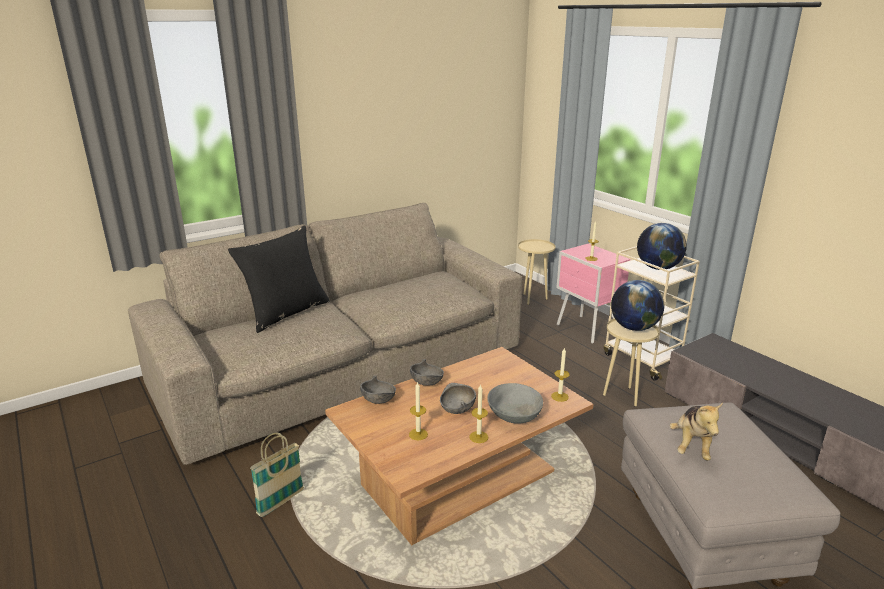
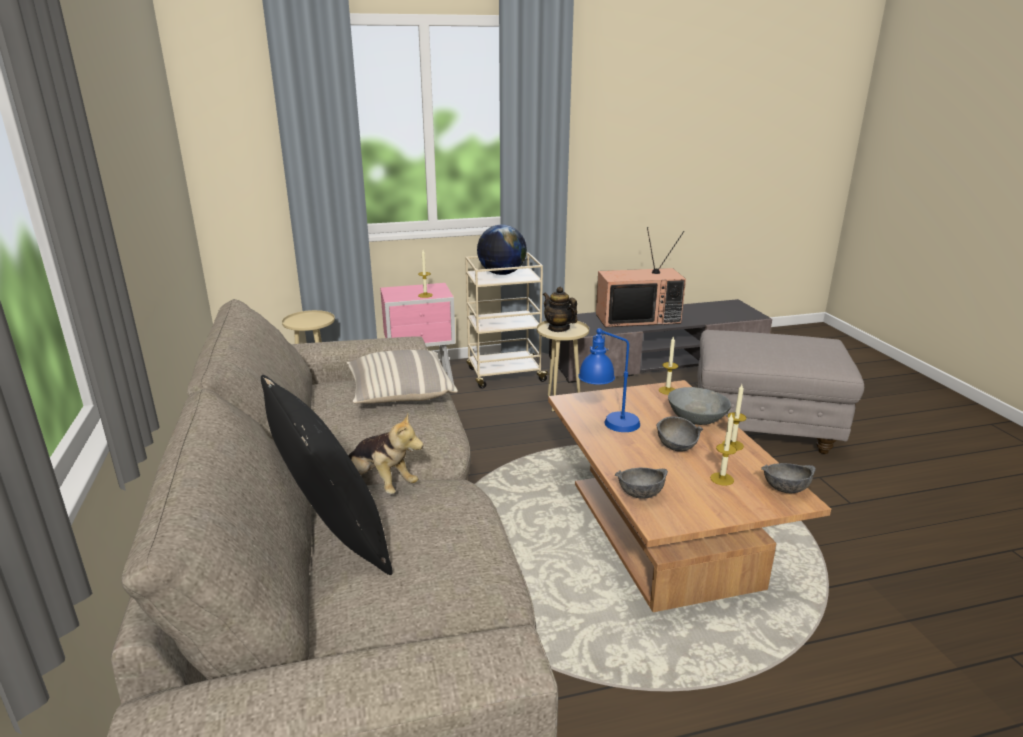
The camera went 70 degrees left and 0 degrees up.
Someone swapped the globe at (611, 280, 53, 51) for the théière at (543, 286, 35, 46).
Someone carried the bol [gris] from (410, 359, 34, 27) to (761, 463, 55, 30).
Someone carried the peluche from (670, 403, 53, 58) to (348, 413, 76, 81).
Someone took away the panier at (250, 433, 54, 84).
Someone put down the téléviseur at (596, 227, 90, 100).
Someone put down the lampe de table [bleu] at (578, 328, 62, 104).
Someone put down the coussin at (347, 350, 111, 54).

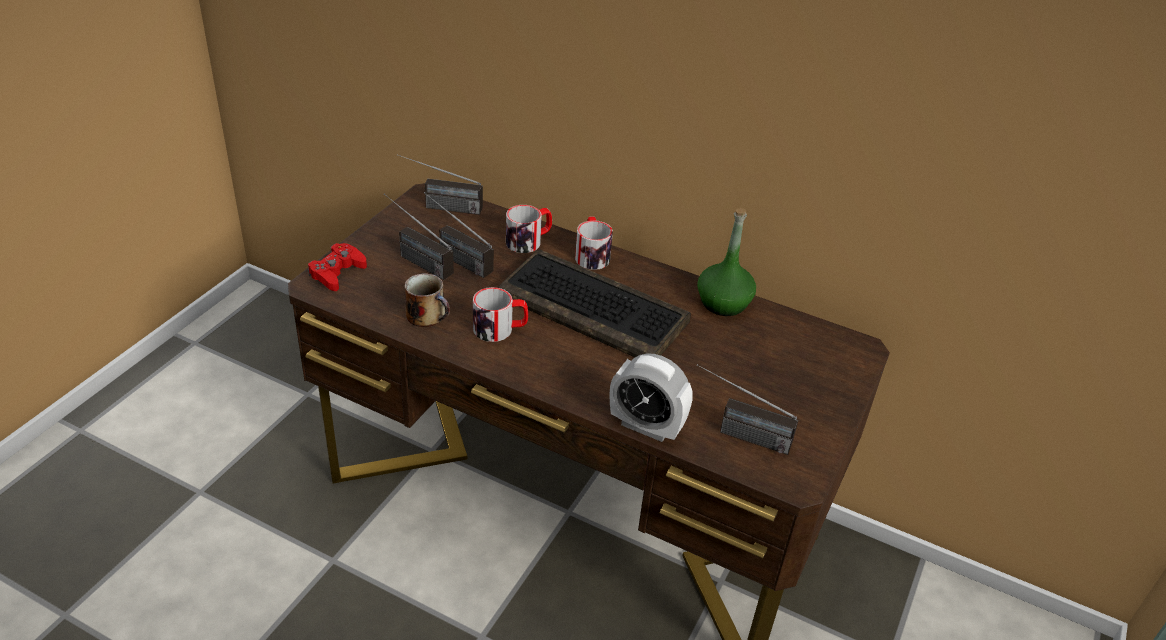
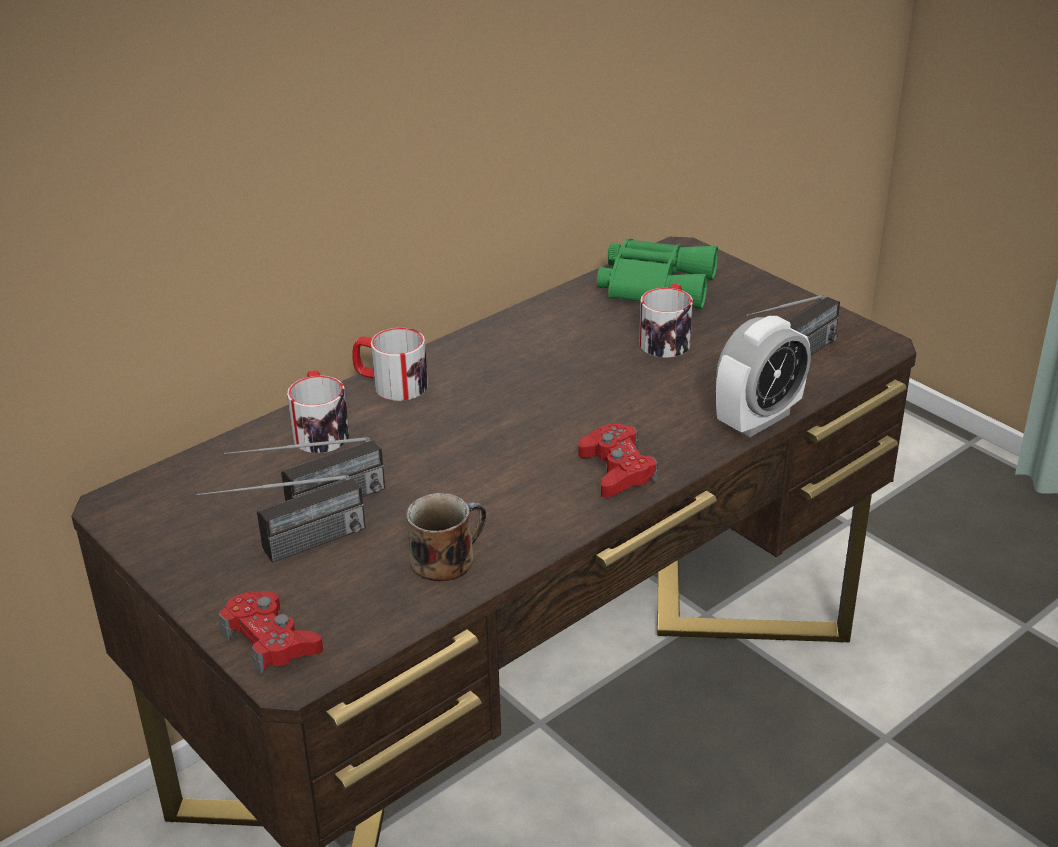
The camera went 65 degrees left and 5 degrees down.
Someone took away the radio at (397, 154, 86, 61).
Someone took away the bouteille [vert] at (697, 208, 59, 108).
Someone took away the clavier at (498, 249, 193, 108).
Someone carried the mug from (473, 287, 55, 55) to (639, 284, 54, 74).
Someone put down the jumelles [vert] at (597, 239, 121, 70).
Someone put down the manette [rouge] at (578, 423, 80, 74).

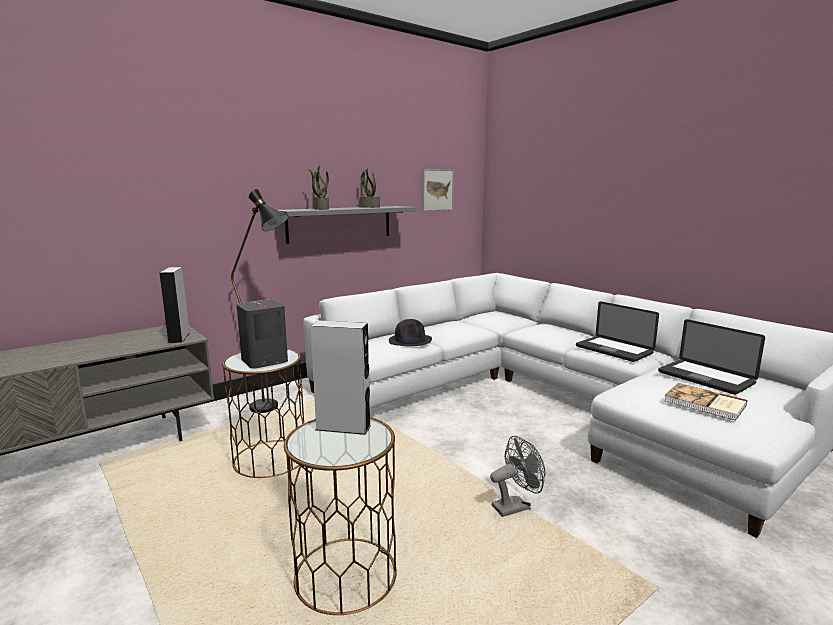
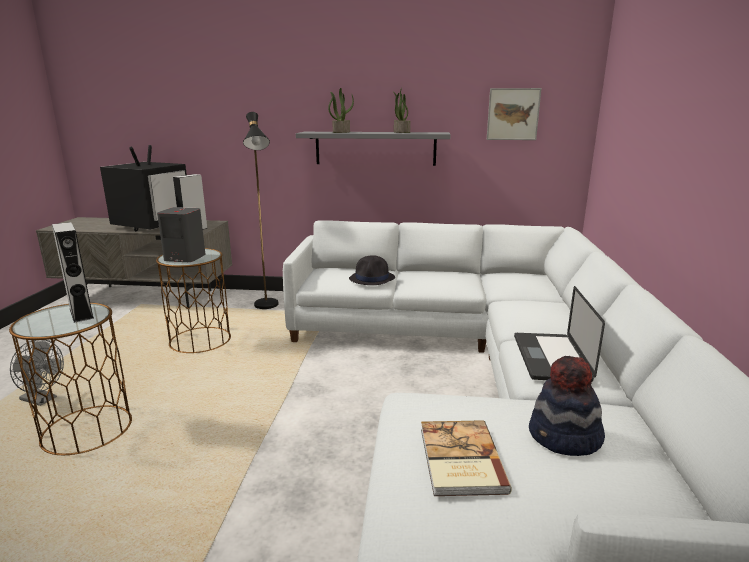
The camera went 45 degrees right and 5 degrees up.
Someone swapped the ordinateur portable at (658, 319, 107, 76) for the chapeau at (529, 356, 76, 100).
Someone carried the ventilateur [gris] from (490, 436, 55, 81) to (10, 340, 54, 66).
Someone put down the téléviseur at (100, 145, 87, 86).

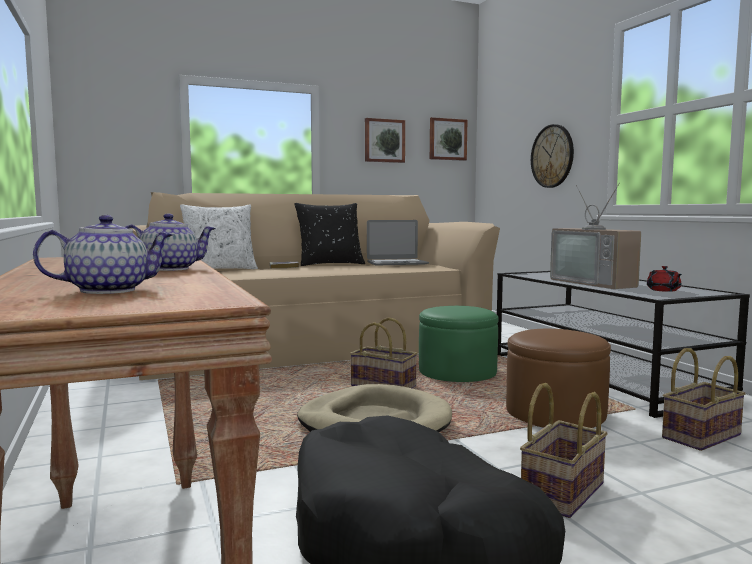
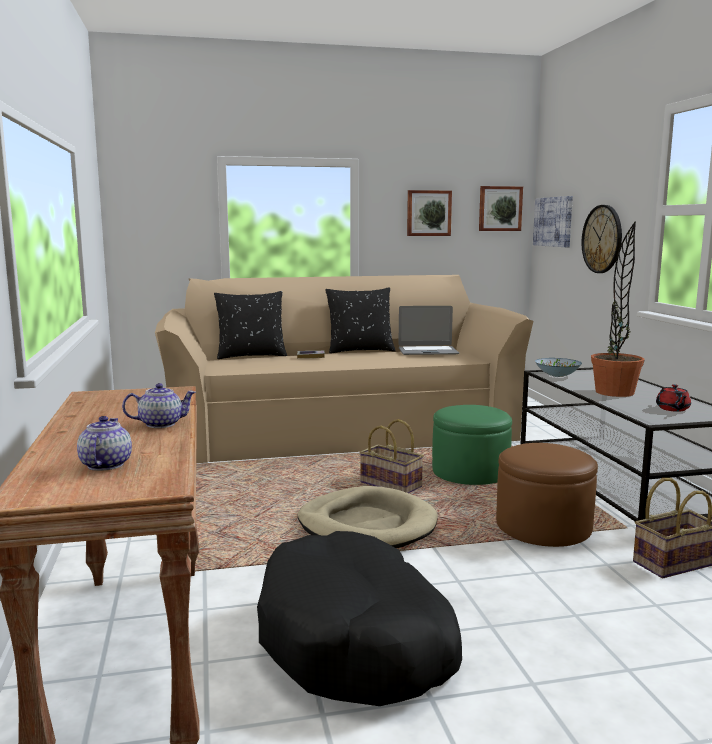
The camera went 10 degrees right and 5 degrees up.
Someone swapped the téléviseur at (550, 183, 91, 106) for the plante en pot at (591, 221, 54, 176).
Someone repainted the coussin [blanc] at (180, 204, 78, 65), which became the coussin [noir] at (214, 291, 73, 68).
Someone rotated the théière at (33, 215, 140, 79) by 75 degrees counterclockwise.
Someone took away the panier at (520, 383, 88, 135).
Someone put up the tableau at (533, 196, 40, 51).
Someone put down the bol at (535, 358, 47, 19).

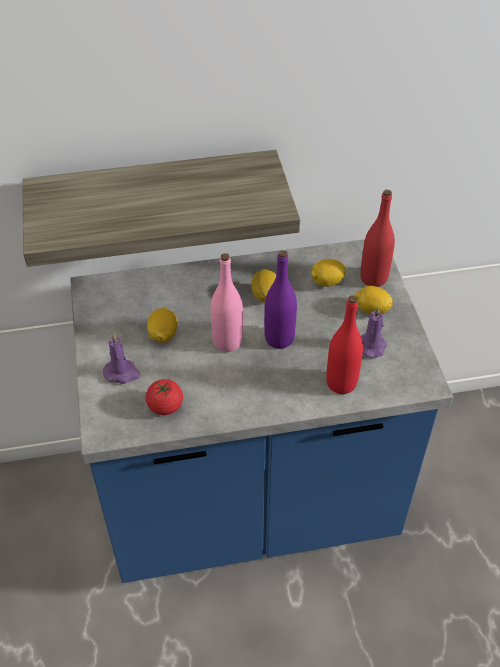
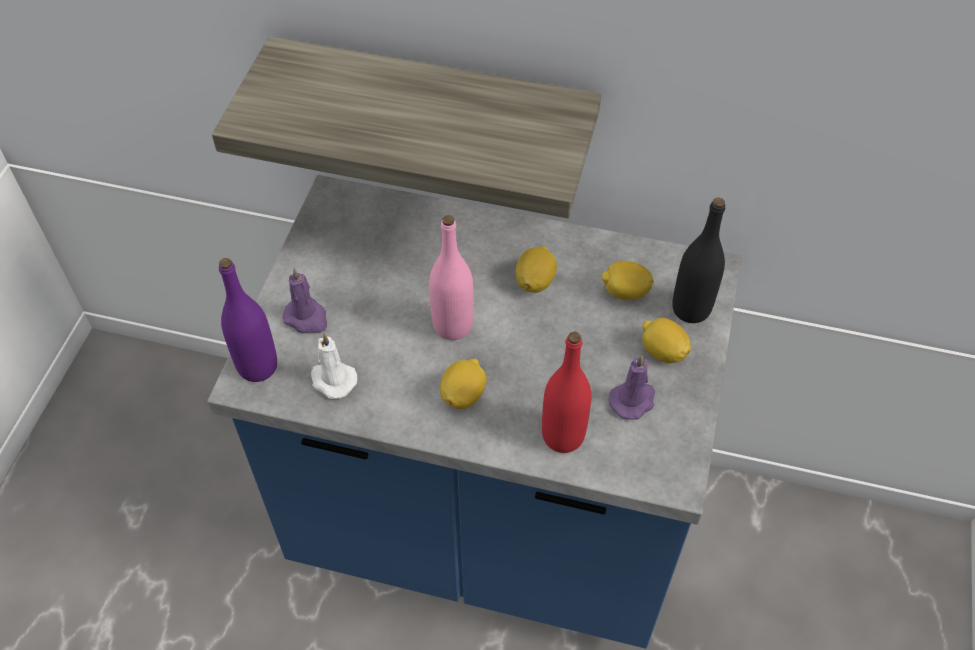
The camera went 25 degrees right and 5 degrees up.
Someone repainted the bouteille [rouge] at (361, 190, 34, 97), which became the bouteille [noir] at (672, 197, 53, 126).
Someone carried the bouteille [violet] from (264, 250, 33, 99) to (219, 258, 58, 124).
Someone carried the citron from (147, 307, 30, 36) to (440, 358, 47, 51).
Someone swapped the tomate at (146, 379, 37, 36) for the bougie [blanc] at (311, 333, 46, 66).

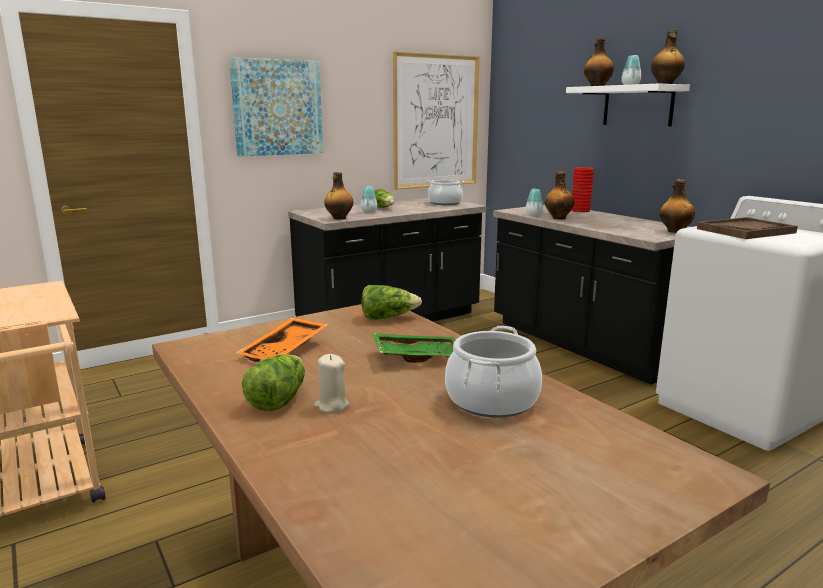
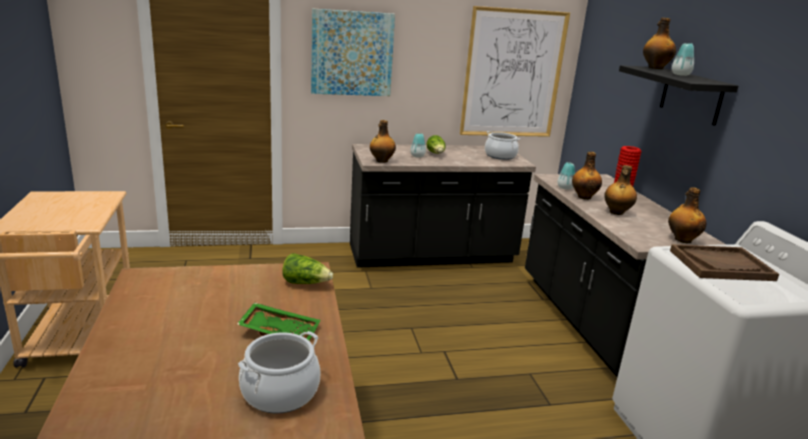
The camera went 20 degrees right and 5 degrees up.
Someone carried the bouteille from (651, 30, 34, 54) to (604, 165, 33, 50).
Someone repainted the étagère [blanc] at (566, 84, 124, 42), which became the étagère [noir] at (619, 65, 119, 61).
Someone took away the plateau [orange] at (236, 318, 93, 44).
Someone took away the laitue at (242, 354, 63, 57).
Someone took away the bougie [beige] at (314, 354, 36, 59).

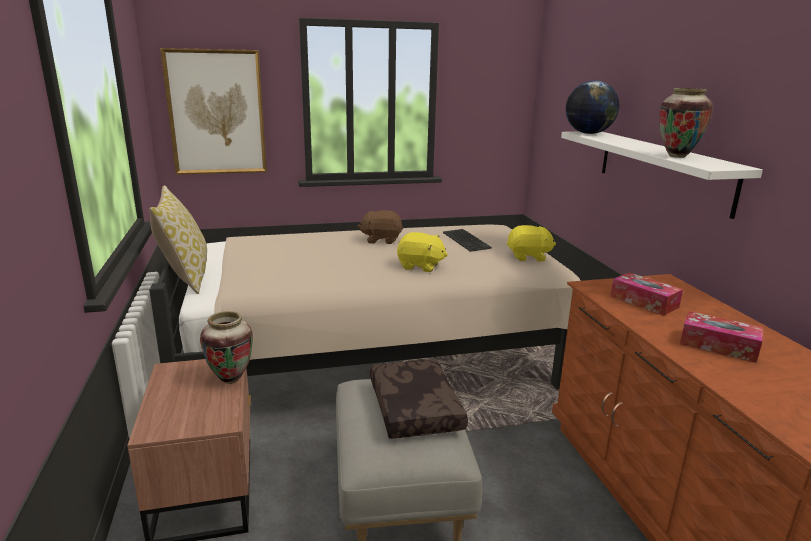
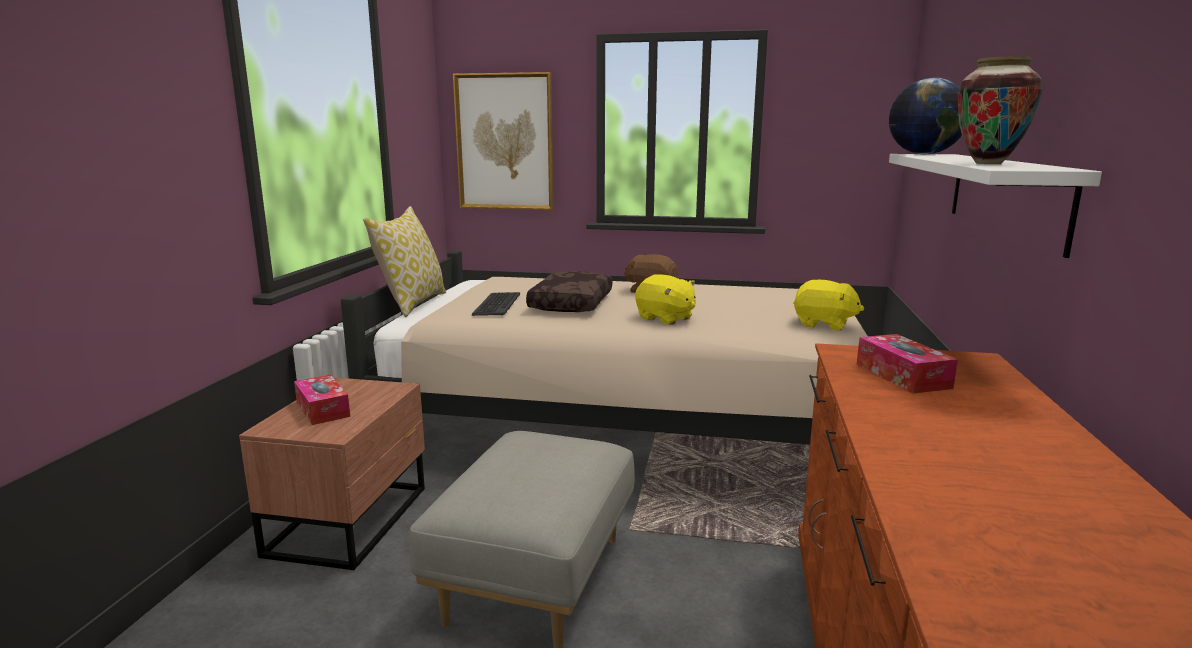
The camera went 25 degrees right and 5 degrees down.
Someone carried the clavier from (443, 229, 49, 23) to (472, 292, 48, 24).
Someone took away the vase at (200, 311, 53, 73).
Someone carried the boîte à mouchoirs from (680, 311, 83, 52) to (294, 375, 56, 50).
Someone carried the coussin [marron] from (370, 359, 98, 80) to (526, 271, 86, 41).

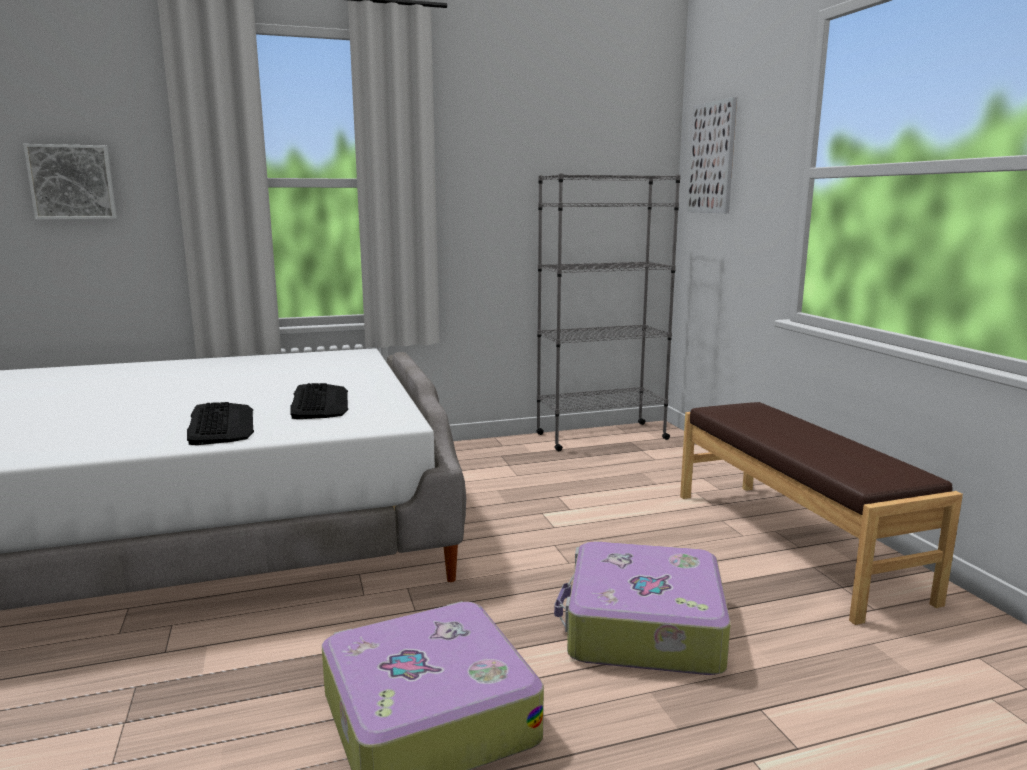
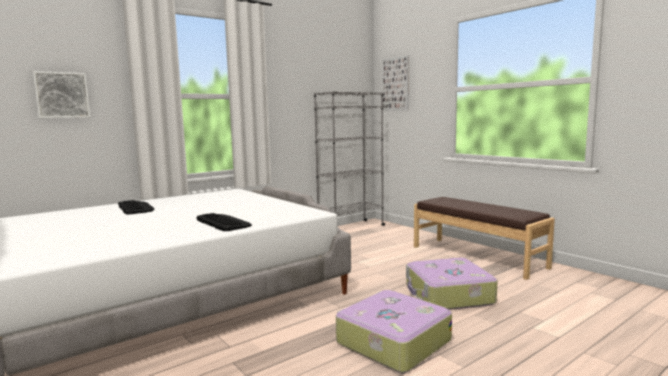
The camera went 20 degrees left and 5 degrees down.
Someone carried the clavier from (290, 383, 58, 36) to (118, 200, 37, 15).

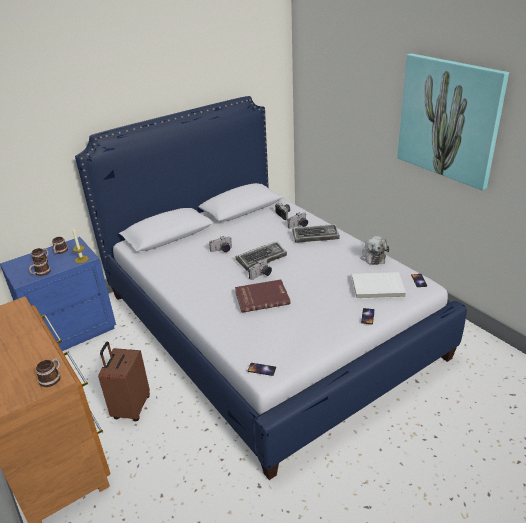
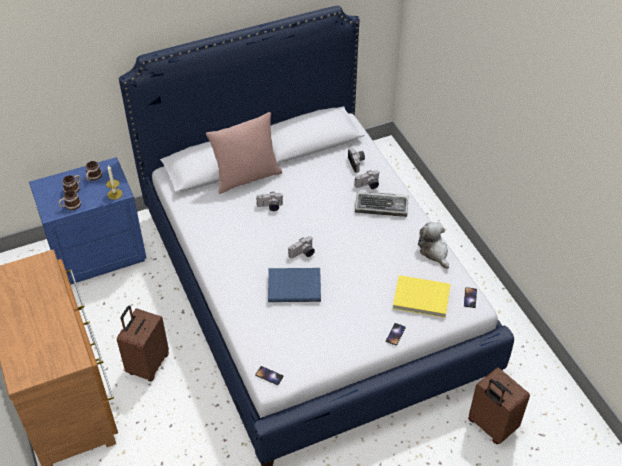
The camera went 10 degrees right and 15 degrees up.
Someone took away the tableau at (397, 53, 112, 138).
Someone rotated the peluche at (361, 236, 28, 29) by 150 degrees clockwise.
Someone took away the clavier at (236, 242, 51, 28).
Someone repainted the livre [blanc] at (352, 272, 54, 27), which became the livre [jaune] at (393, 275, 58, 43).
Someone repainted the livre [rouge] at (235, 280, 55, 33), which became the livre [bleu] at (268, 268, 53, 34).
Someone took away the mug at (36, 358, 24, 29).
Someone put down the coussin [rose] at (206, 112, 76, 82).
Someone put down the valise [marron] at (468, 367, 62, 77).

